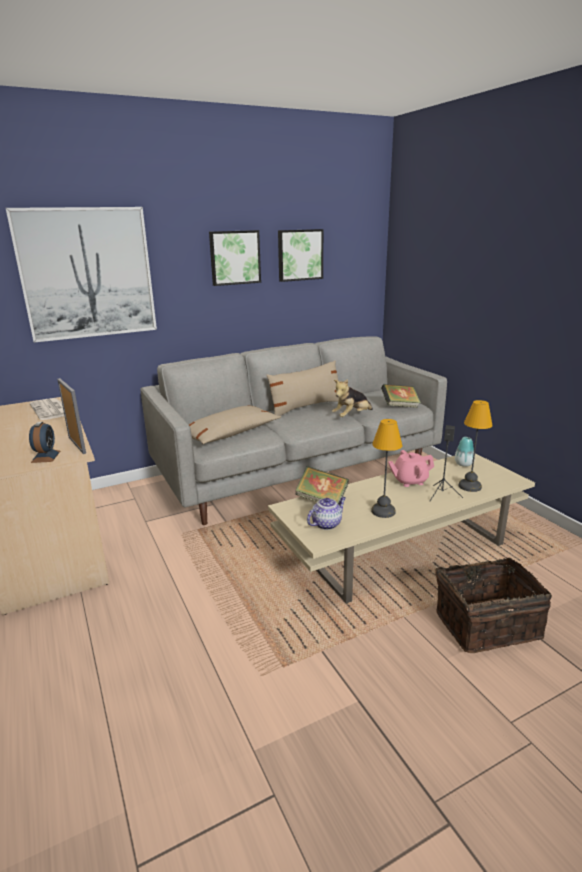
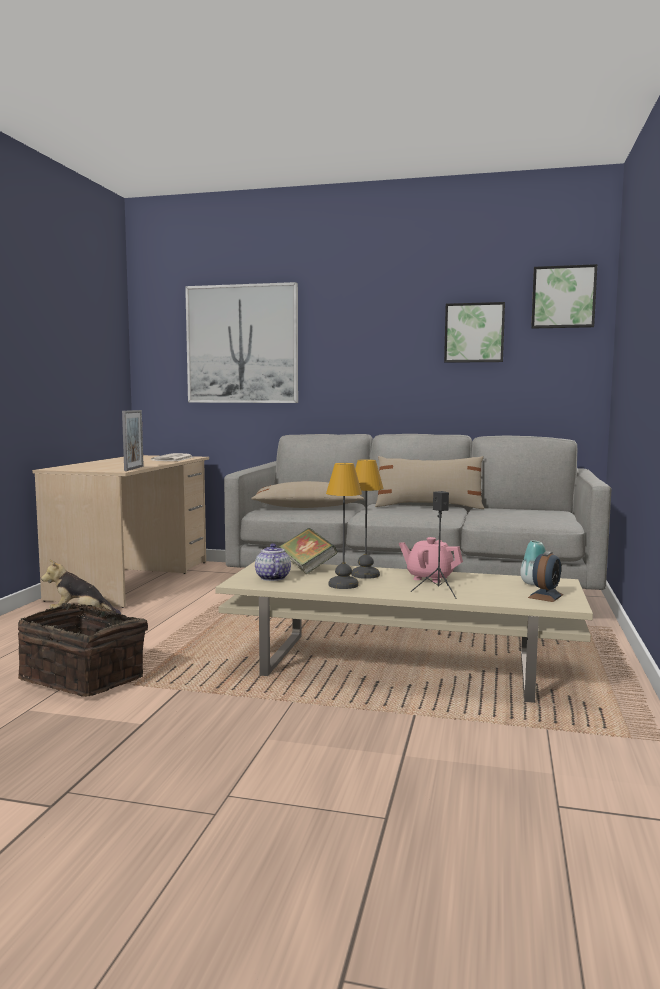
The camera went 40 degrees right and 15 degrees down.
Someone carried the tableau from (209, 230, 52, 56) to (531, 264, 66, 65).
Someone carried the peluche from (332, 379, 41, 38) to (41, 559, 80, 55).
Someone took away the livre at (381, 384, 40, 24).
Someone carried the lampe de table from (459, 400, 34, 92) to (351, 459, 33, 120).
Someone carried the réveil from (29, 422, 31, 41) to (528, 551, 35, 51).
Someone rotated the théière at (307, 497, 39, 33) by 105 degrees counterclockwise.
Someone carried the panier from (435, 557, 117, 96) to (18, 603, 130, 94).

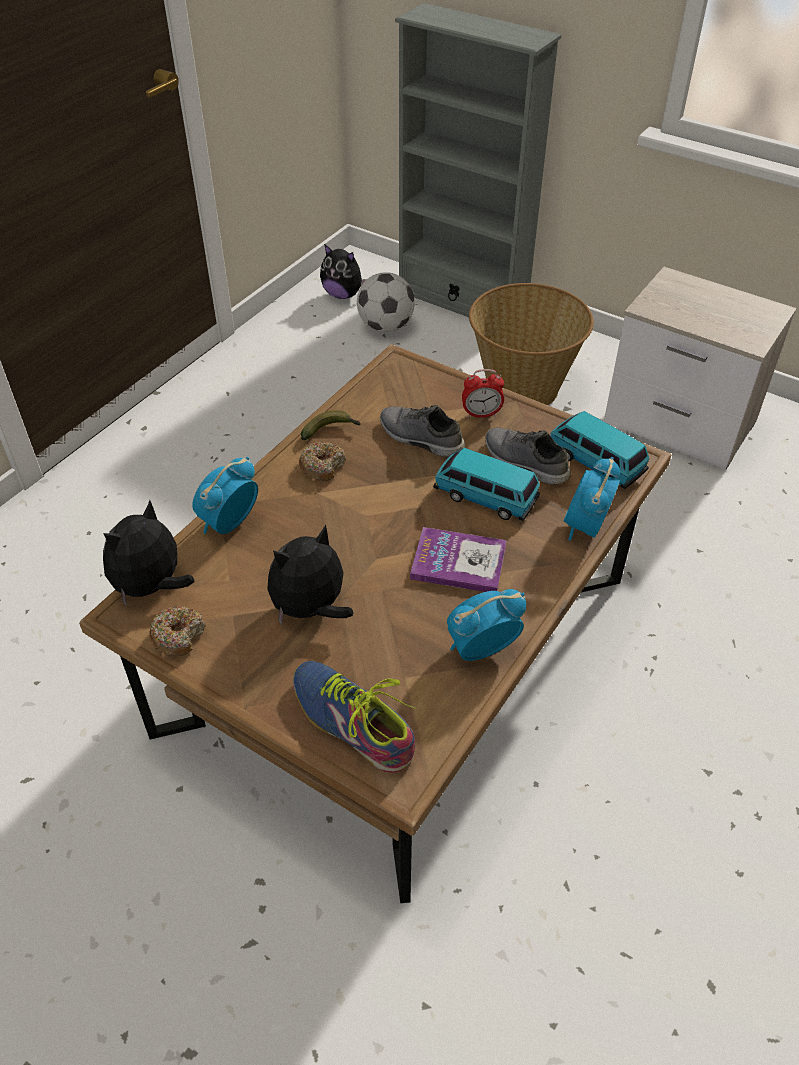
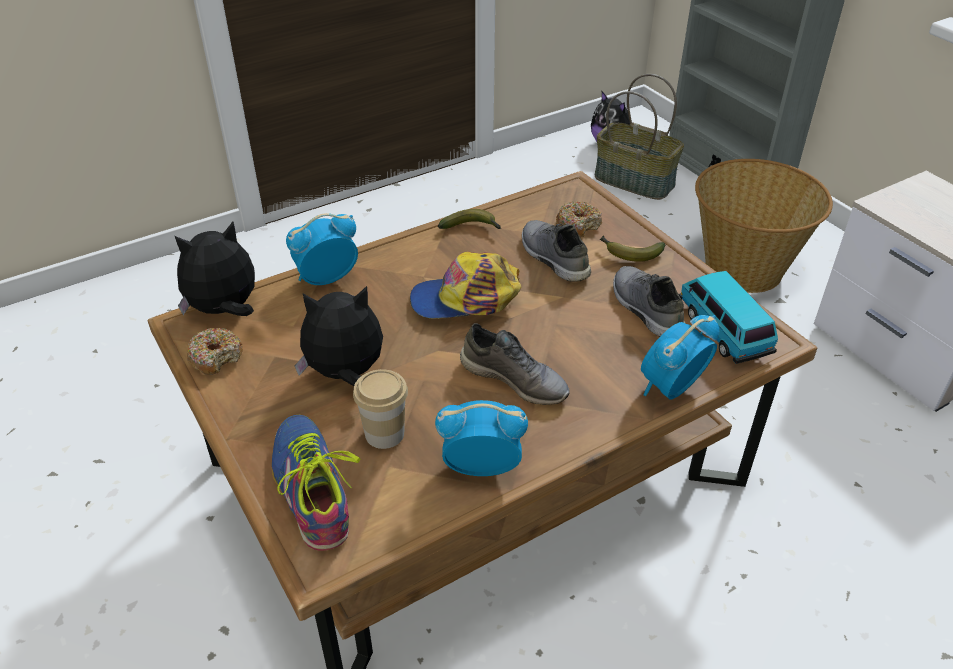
The camera went 25 degrees right and 5 degrees down.
Someone swapped the ballon de foot at (357, 272, 58, 60) for the panier at (595, 74, 89, 126).
Someone swapped the réveil at (462, 369, 42, 49) for the banane at (600, 235, 65, 27).
Someone carried the beignet from (299, 441, 47, 40) to (556, 201, 46, 36).
Someone took away the petite voiture at (433, 448, 107, 73).
Someone swapped the livre at (410, 527, 97, 65) for the chaussure [gris] at (460, 323, 110, 82).
Someone put down the casquette at (410, 252, 111, 67).
Someone put down the tasse at (353, 369, 55, 80).

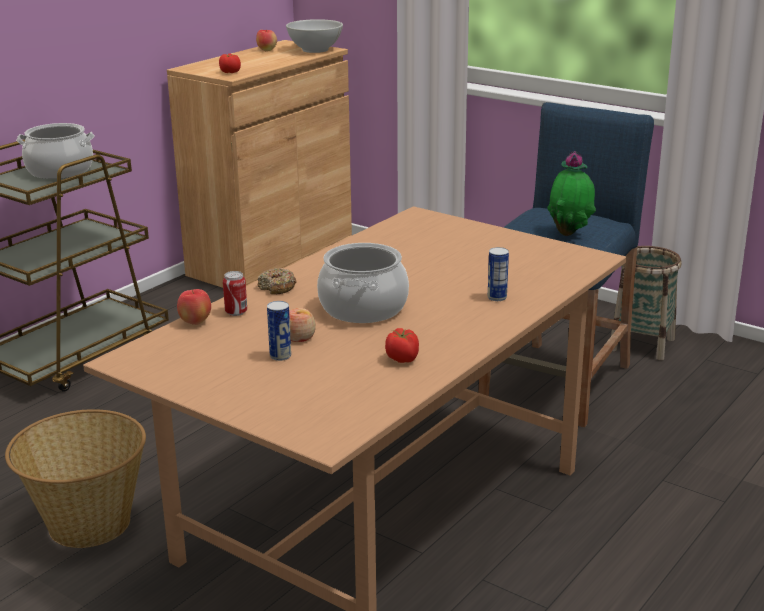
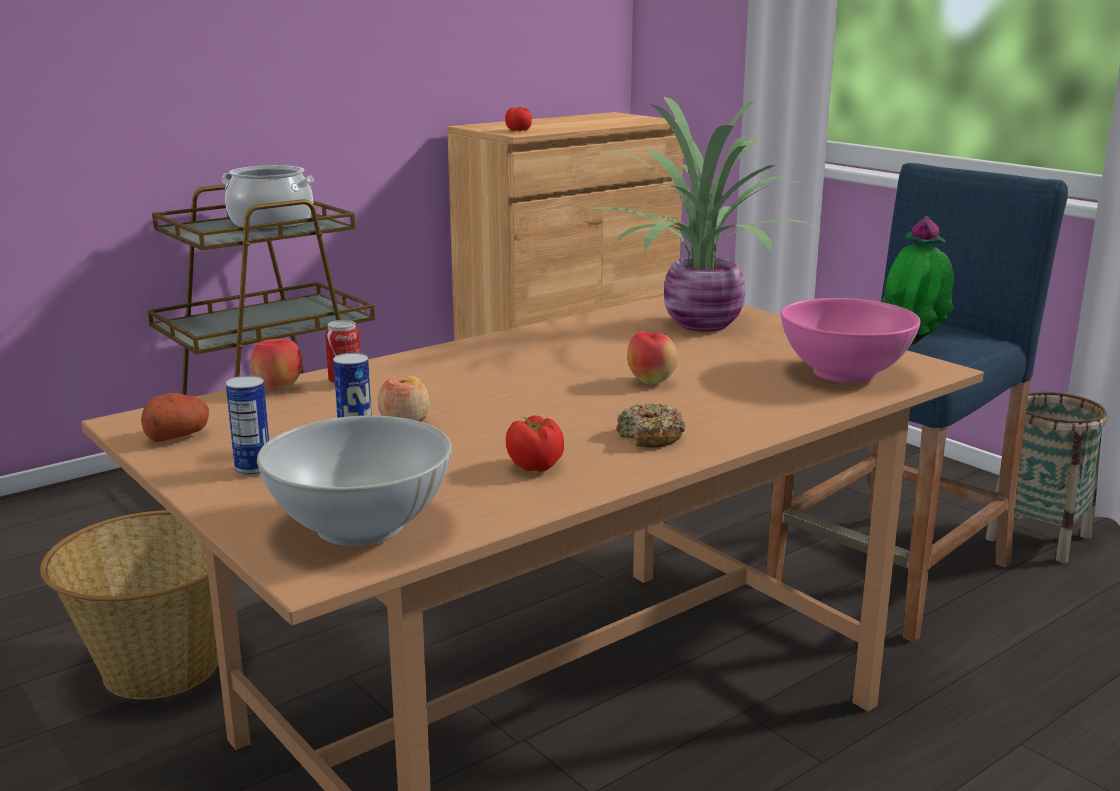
The camera went 15 degrees right and 5 degrees down.
Someone carried the bol [blanc] from (286, 19, 57, 34) to (257, 416, 195, 130).
Someone carried the pomme from (256, 30, 21, 21) to (627, 332, 51, 52).
Someone took away the marmite at (317, 243, 92, 80).
Someone carried the boîte métallique from (488, 247, 21, 54) to (226, 375, 43, 101).
Someone carried the beignet from (258, 268, 38, 26) to (617, 403, 68, 44).
Someone put down the plante en pot at (573, 97, 251, 235).
Someone put down the bol [rose] at (781, 298, 140, 85).
Someone put down the pomme de terre at (141, 393, 68, 49).

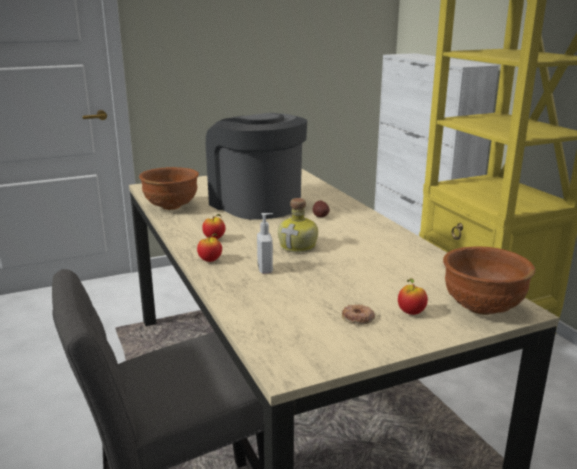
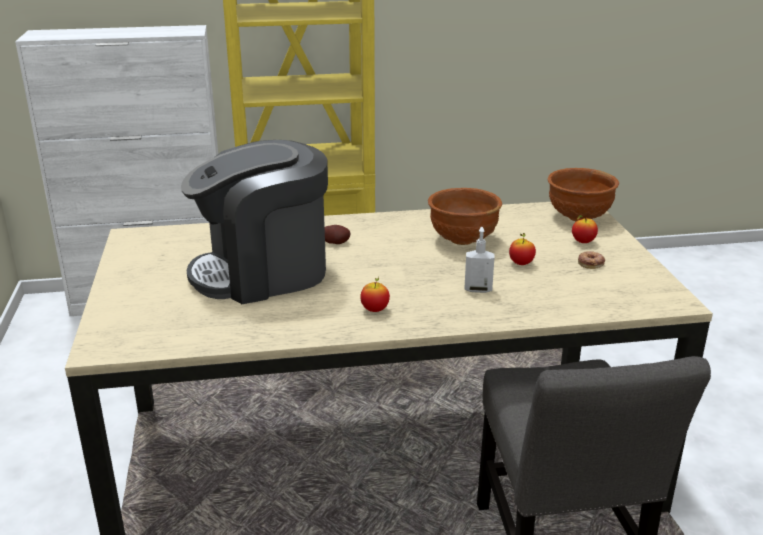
The camera went 75 degrees left and 5 degrees up.
Someone carried the bol [marron] from (139, 167, 60, 43) to (428, 188, 74, 57).
Someone took away the bouteille at (278, 198, 40, 54).
Someone carried the pomme from (197, 233, 25, 29) to (509, 233, 27, 32).

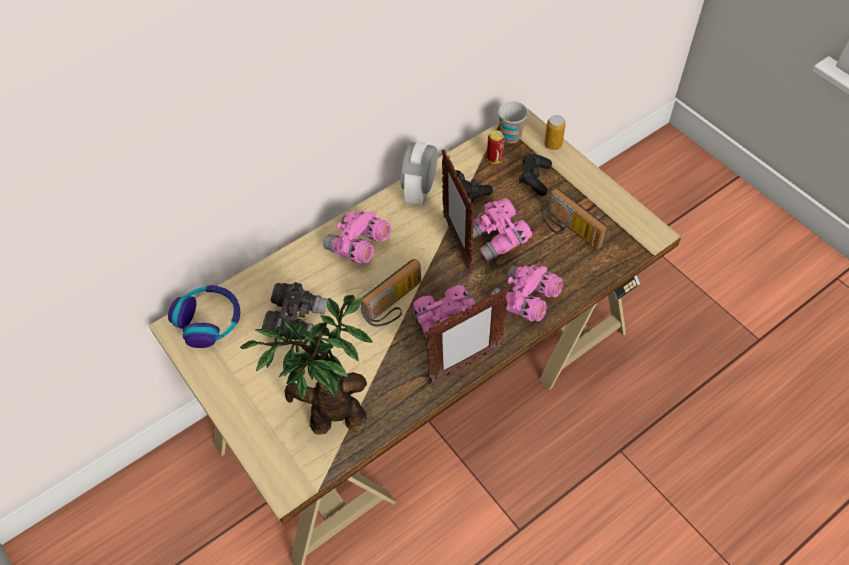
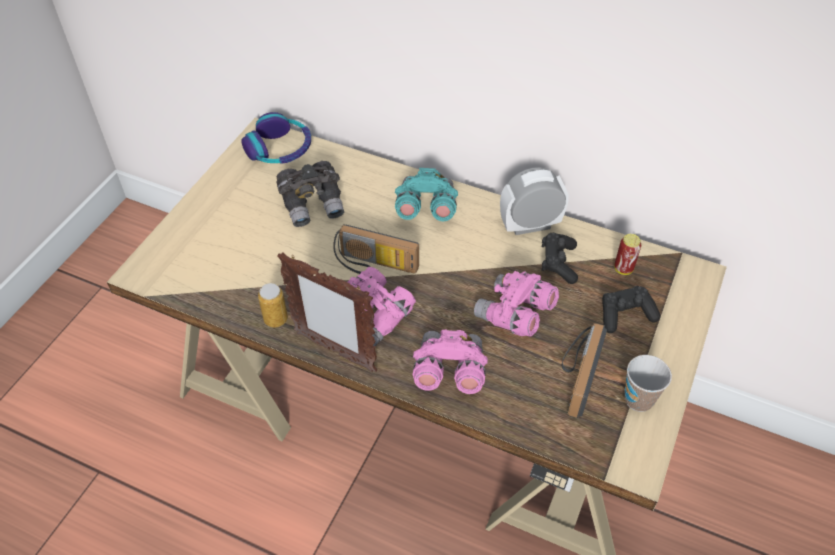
The camera went 60 degrees right and 5 degrees down.
Someone carried the tasse from (498, 101, 30, 42) to (625, 355, 47, 57).
Someone carried the boîte métallique from (544, 115, 22, 35) to (258, 283, 30, 45).
Someone took away the cadre photo at (442, 149, 32, 121).
Someone repainted the jumelles [rose] at (323, 211, 68, 52), which became the jumelles [turquoise] at (395, 168, 63, 53).
Someone took away the plante en pot at (240, 295, 133, 140).

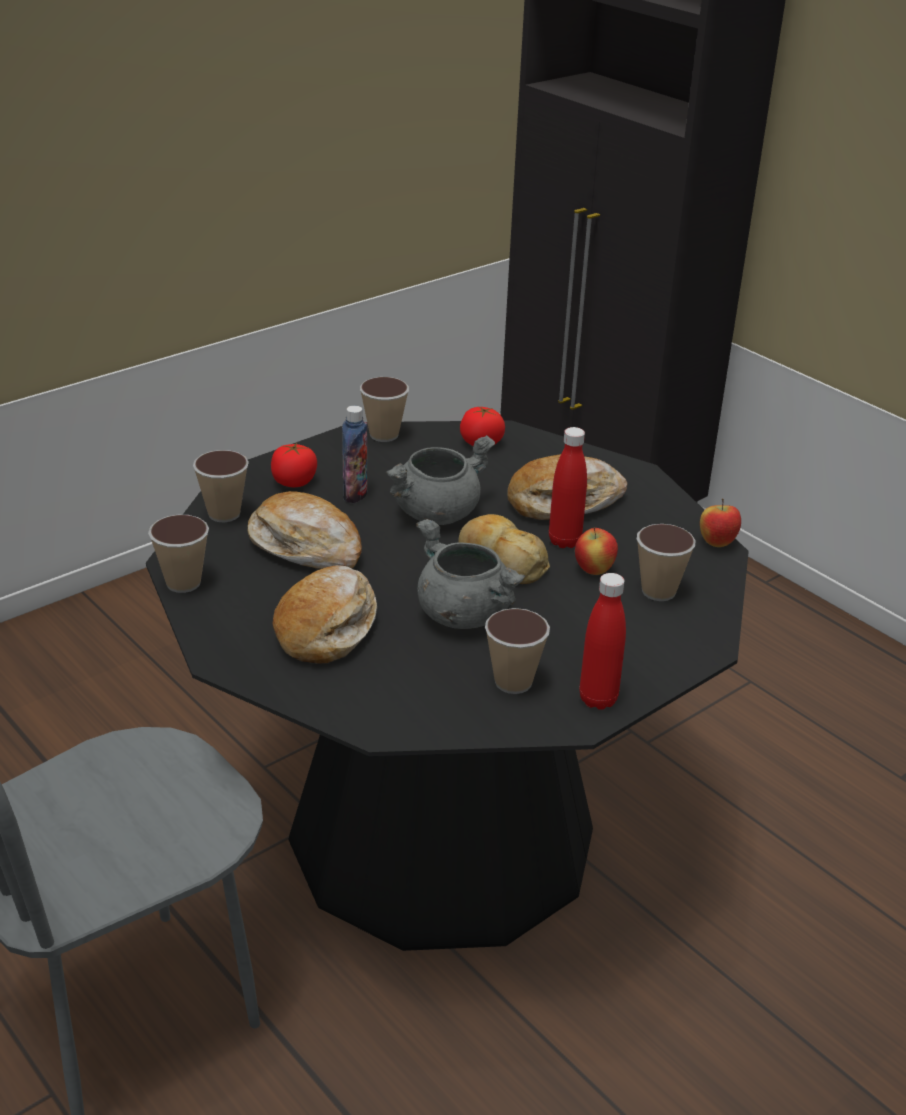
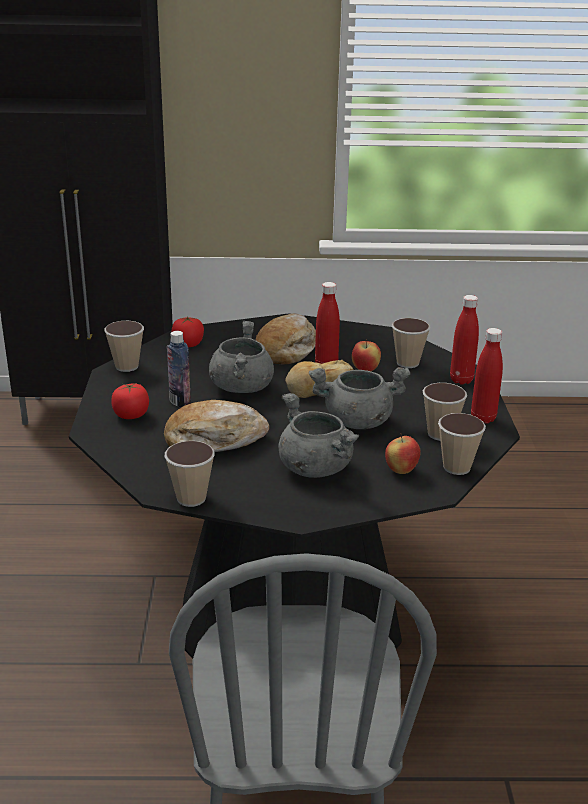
The camera went 50 degrees left and 5 degrees down.
Someone carried the tasse from (193, 450, 56, 72) to (438, 413, 48, 62).
Someone carried the pomme from (700, 499, 41, 48) to (385, 433, 36, 41).
Someone swapped the pain at (272, 565, 105, 99) for the marmite [gris] at (279, 393, 81, 85).
Someone put down the bouteille [rouge] at (450, 295, 29, 90).

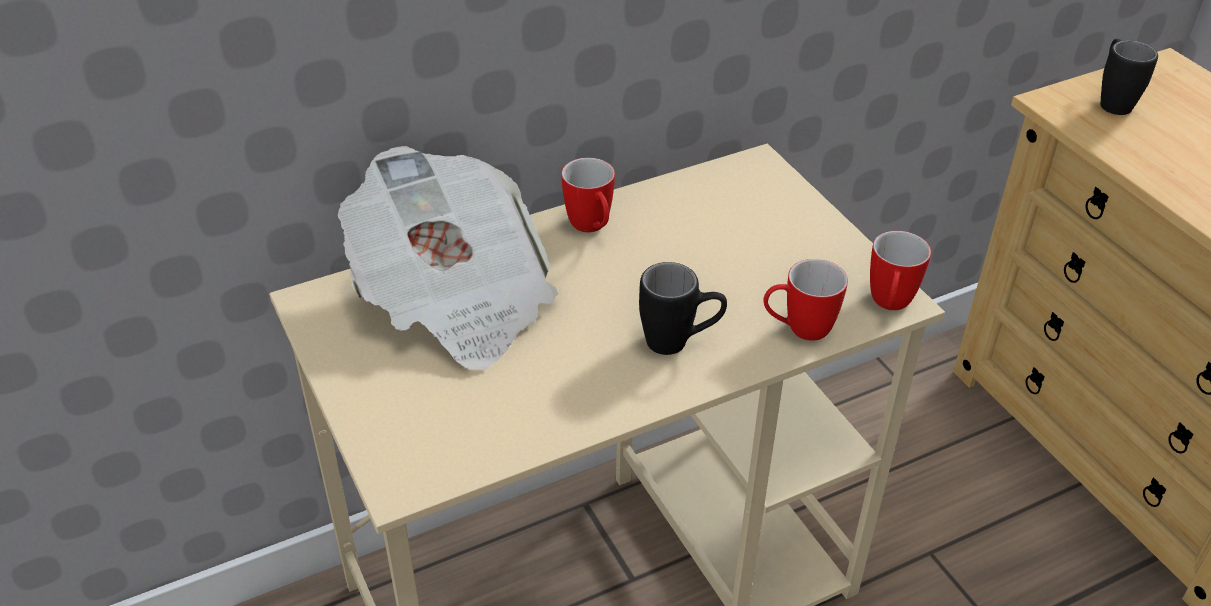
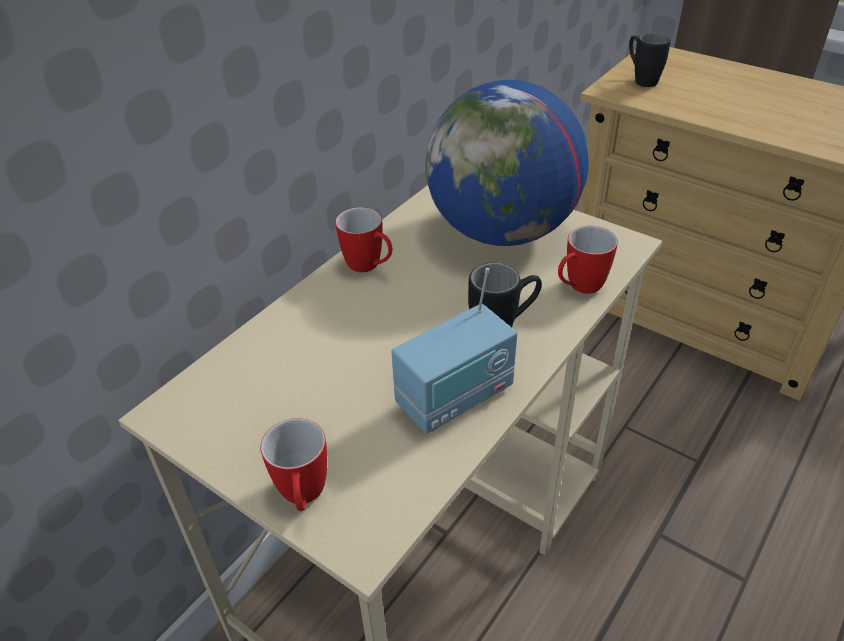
The camera went 25 degrees left and 0 degrees up.
Someone took away the journal at (338, 146, 220, 224).
Someone carried the mug from (870, 231, 61, 79) to (260, 418, 67, 93).
Someone put down the globe at (425, 80, 164, 166).
Someone put down the radio at (391, 268, 126, 166).

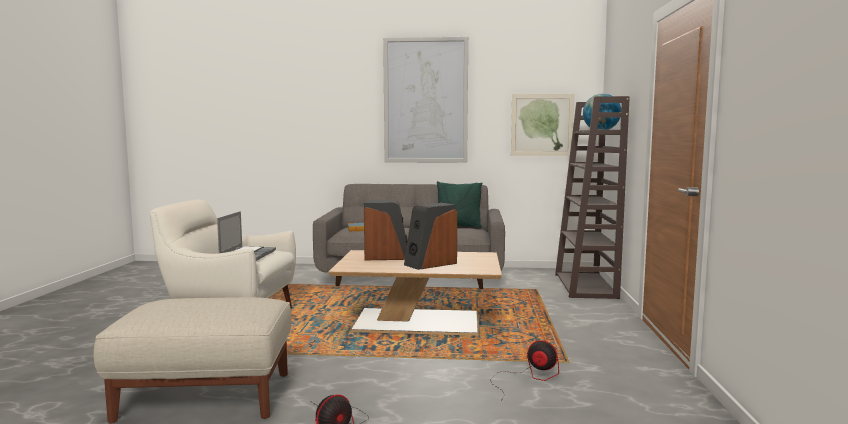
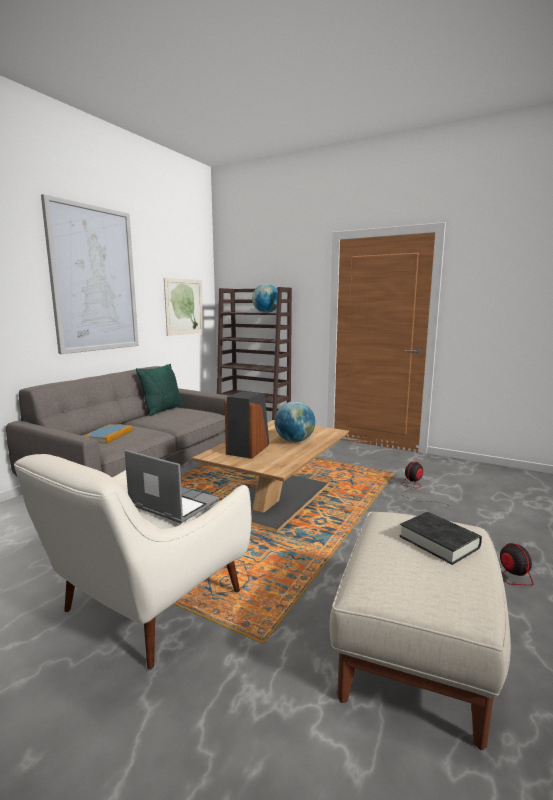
The camera went 65 degrees left and 5 degrees up.
Someone swapped the enceinte at (404, 203, 53, 67) for the globe at (274, 401, 41, 41).
Someone put down the livre [noir] at (399, 512, 83, 53).

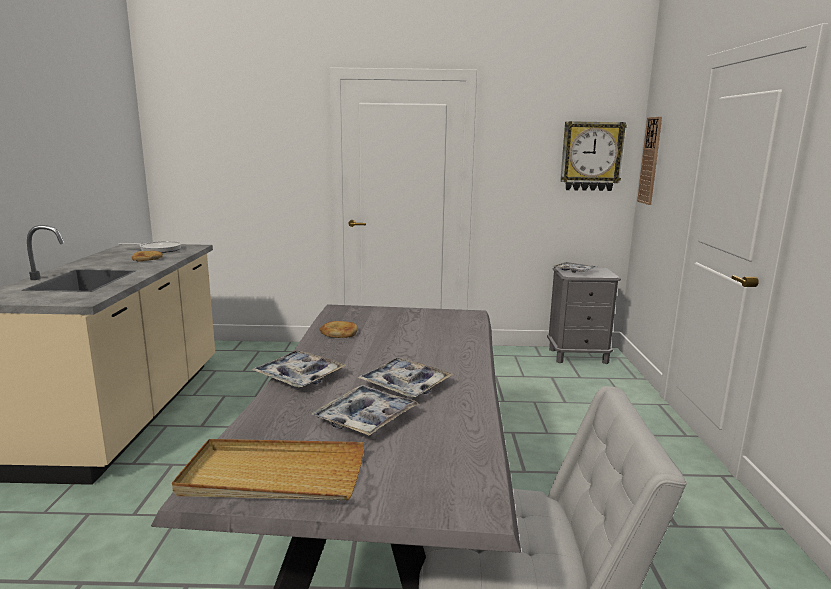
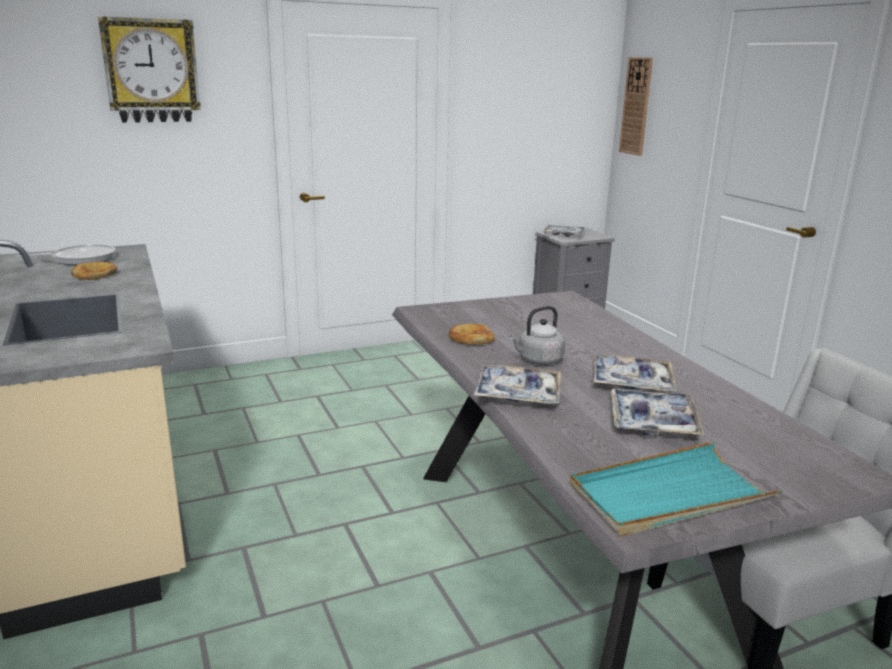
The camera went 25 degrees left and 5 degrees up.
Someone carried the horloge murale from (560, 121, 67, 70) to (98, 16, 103, 107).
Someone repainted the plateau [beige] at (172, 439, 192, 61), which became the plateau [turquoise] at (570, 442, 213, 94).
Someone put down the bouilloire [gris] at (510, 306, 55, 59).

